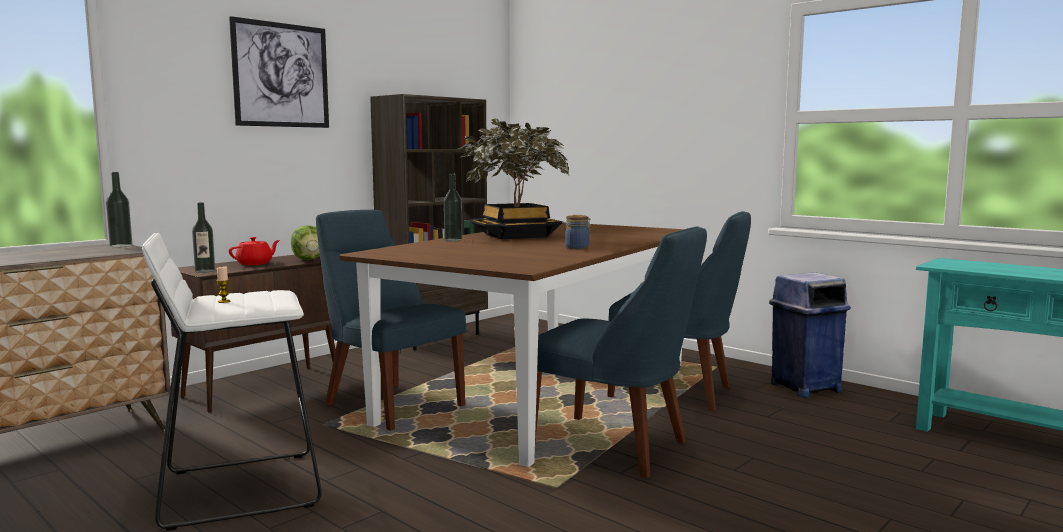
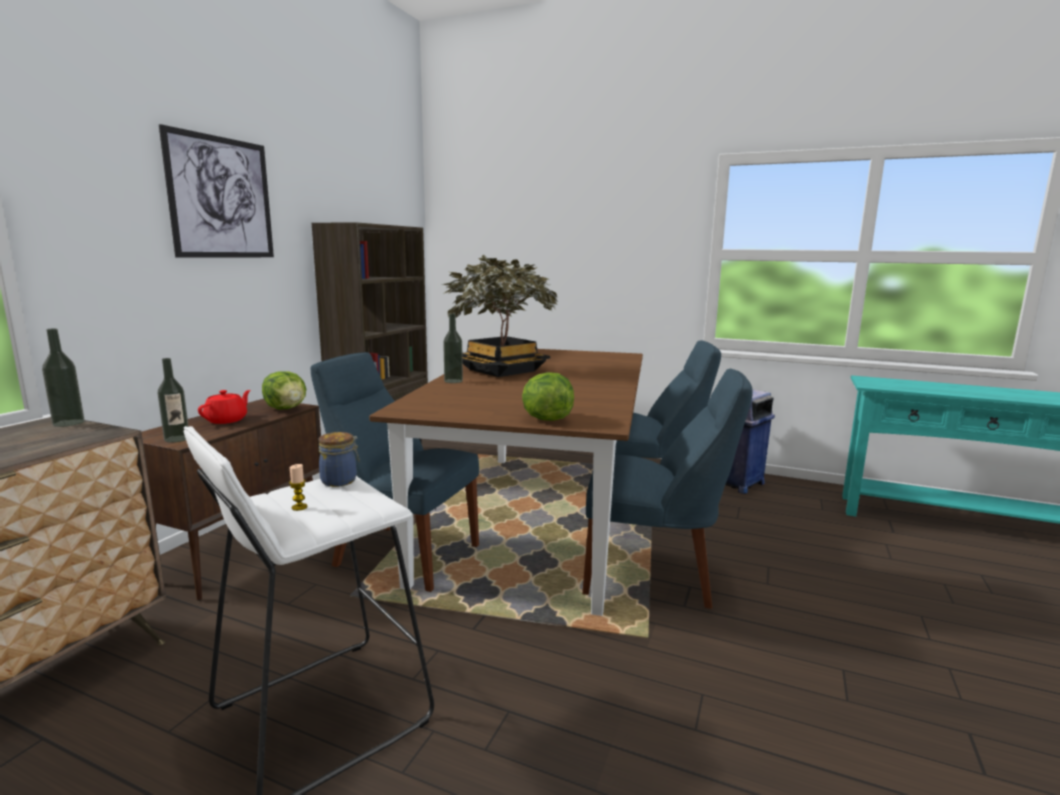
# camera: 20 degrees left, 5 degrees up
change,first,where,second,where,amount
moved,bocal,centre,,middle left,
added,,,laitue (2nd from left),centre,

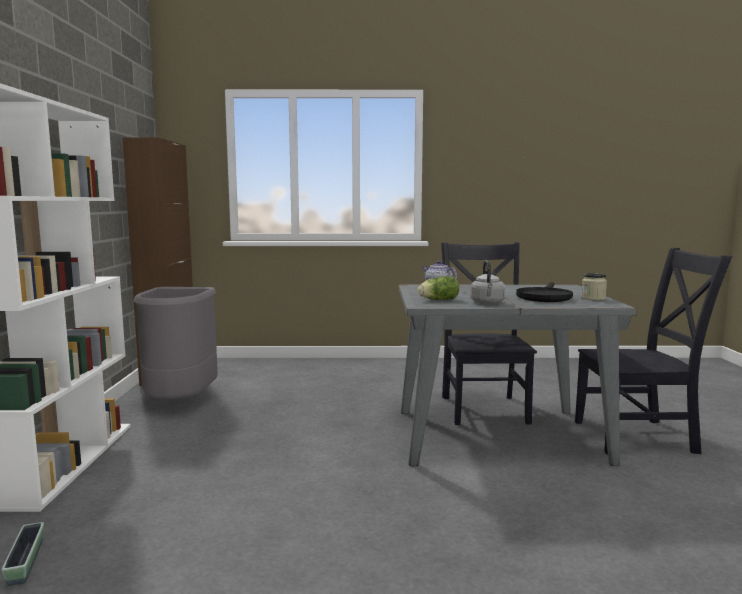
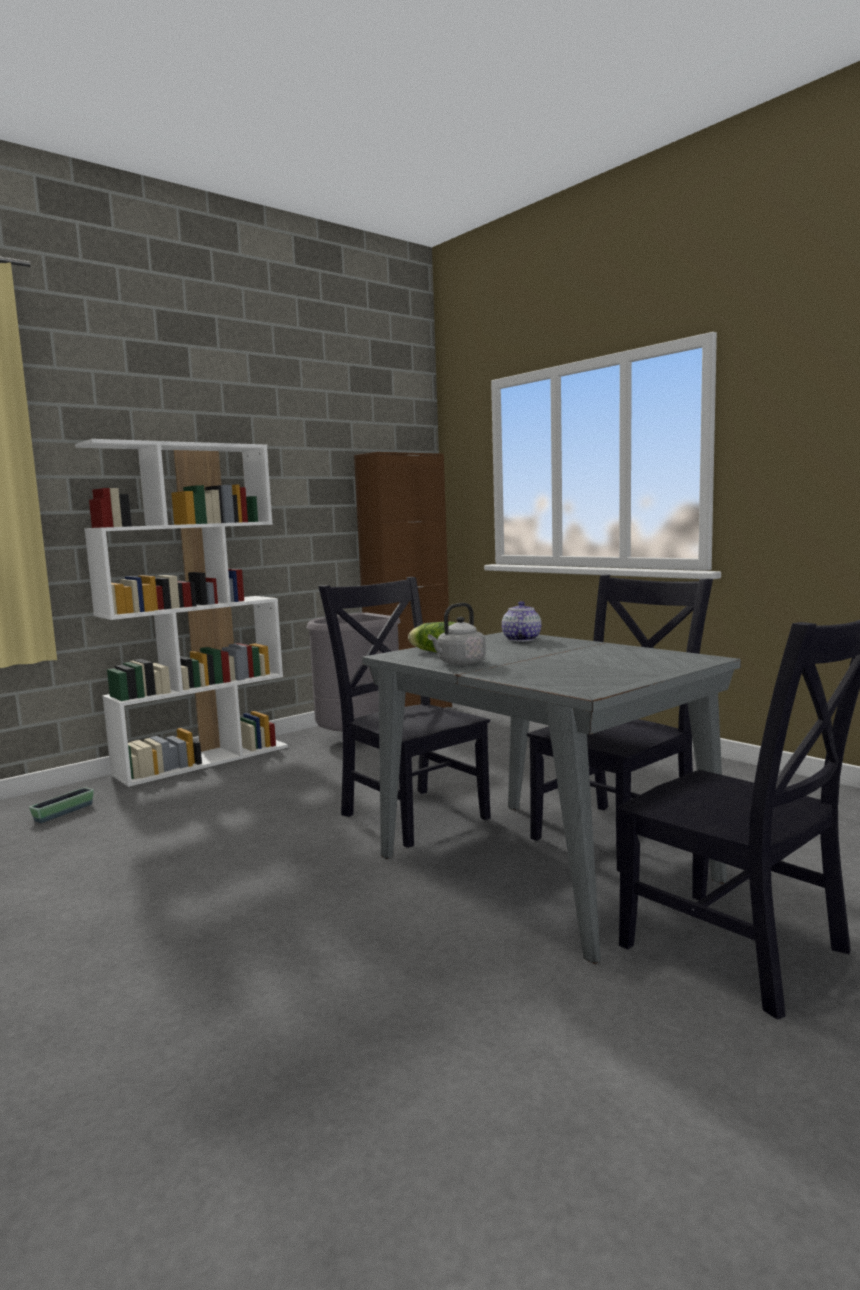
# camera: 50 degrees right, 0 degrees up
change,first,where,second,where,amount
removed,bocal,middle right,,,
removed,poêle (noir),middle right,,,
added,,,chaise (noir) (1st from left),centre,

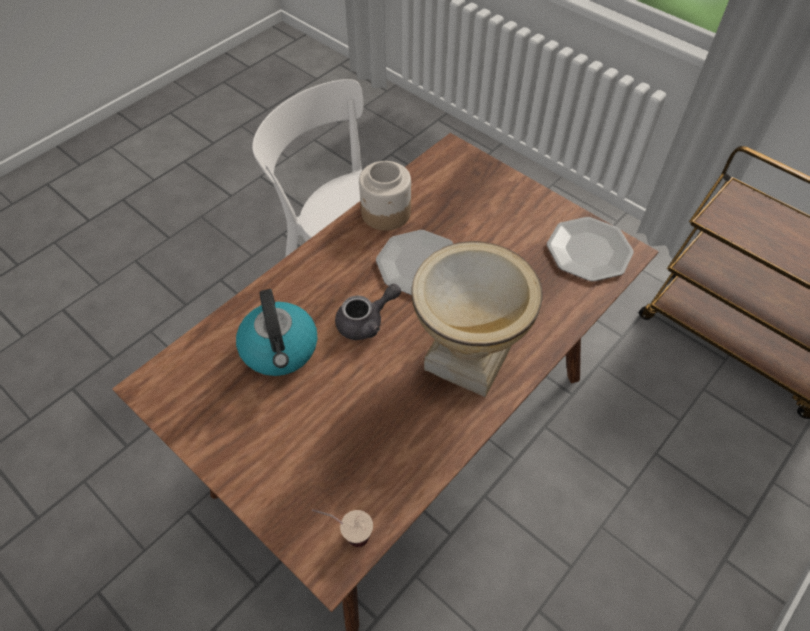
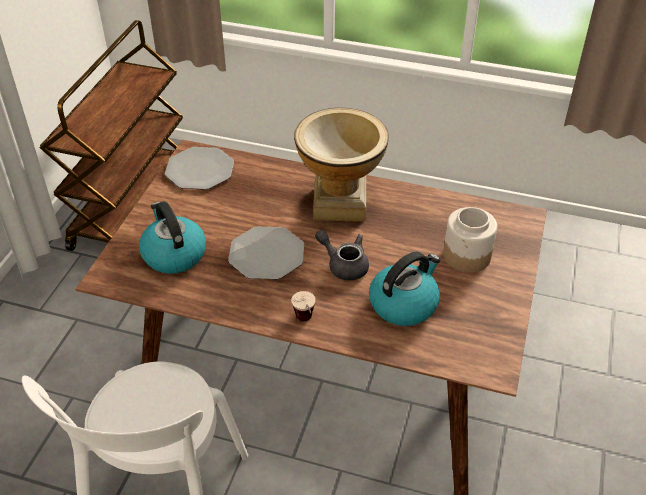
# camera: 115 degrees left, 10 degrees down
change,first,where,second,where,amount
moved,bocal,top centre,,middle right,
moved,tasse,bottom centre,,centre,
added,,,bouilloire (1st from left),middle left,

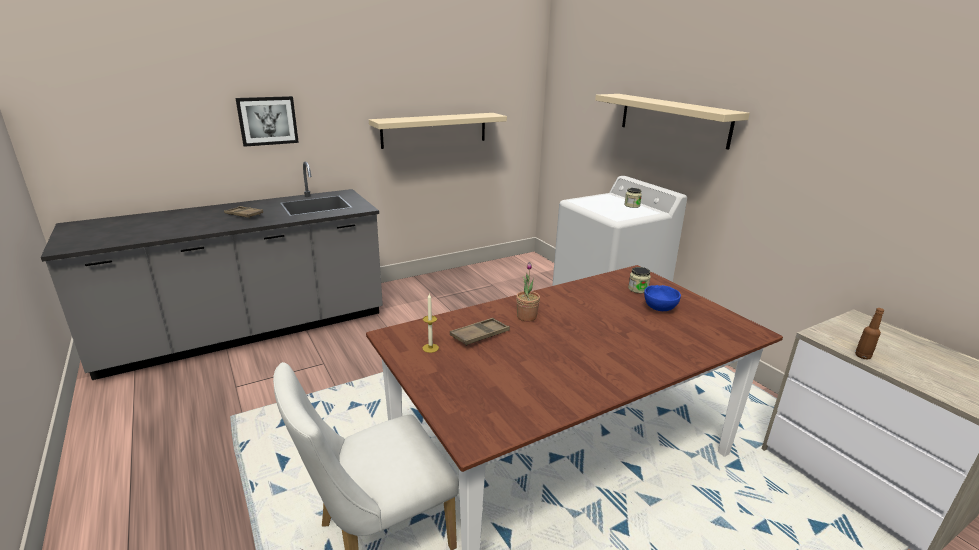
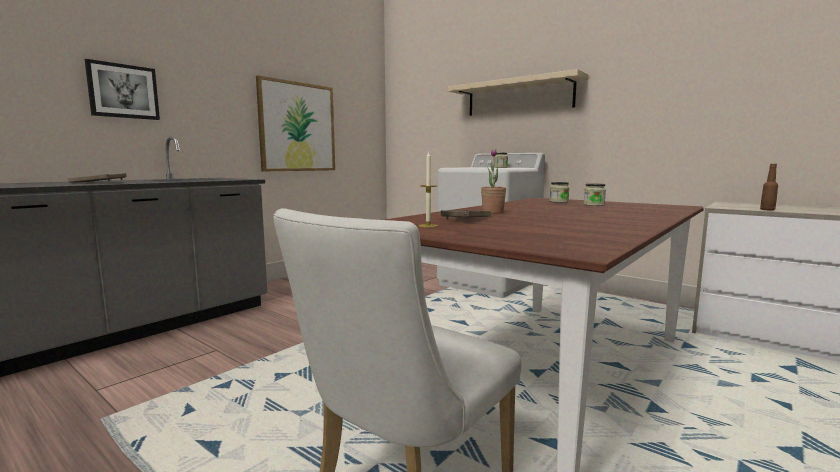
# camera: 20 degrees left, 15 degrees down
change,first,where,second,where,amount
replaced,étagère (beige) (1st from left),top centre,tableau (2nd from left),top centre,
replaced,bol (bleu),middle right,bocal (3rd from left),middle right,

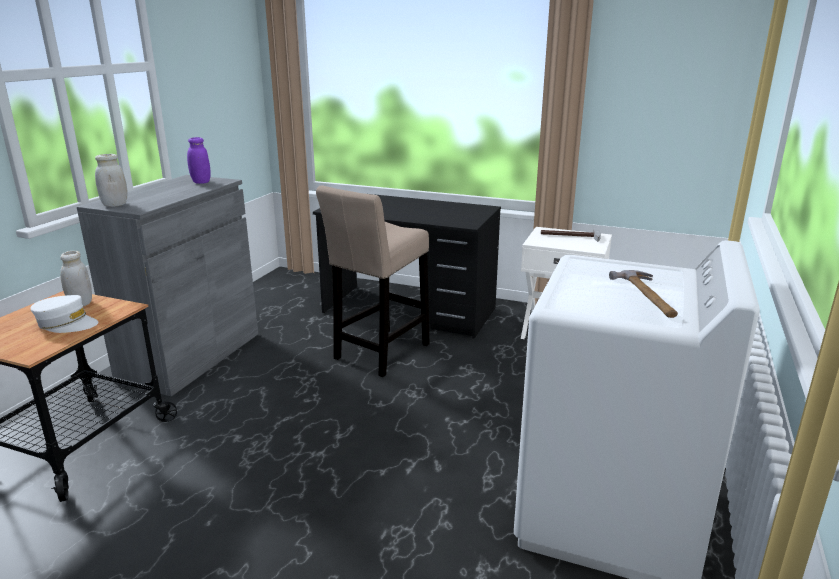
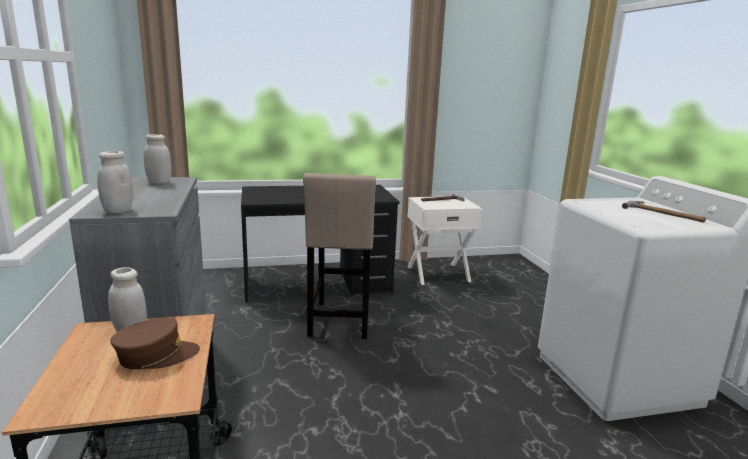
# camera: 35 degrees left, 5 degrees down
change,first,where,second,where,amount
recoloured,bocal (violet),top left,bocal (blanc) (3rd from left),middle left,
recoloured,casquette (blanc),middle left,casquette (marron),bottom left,

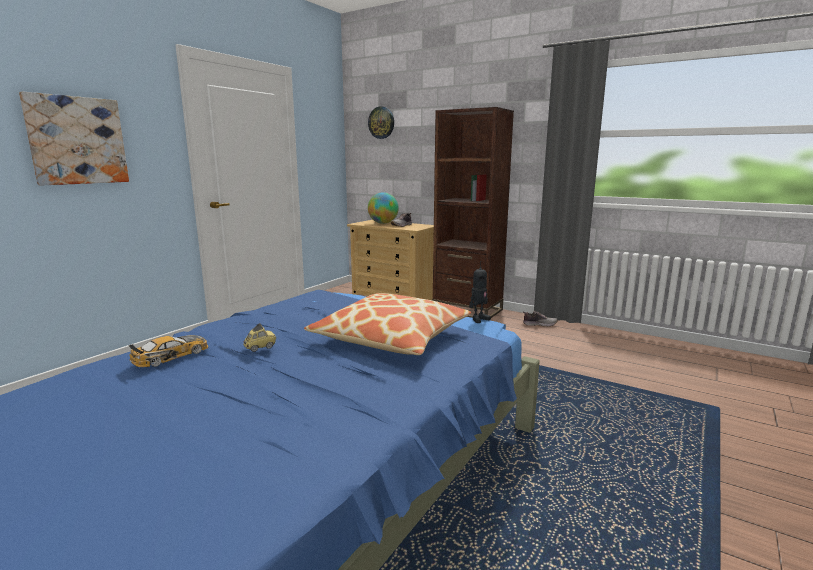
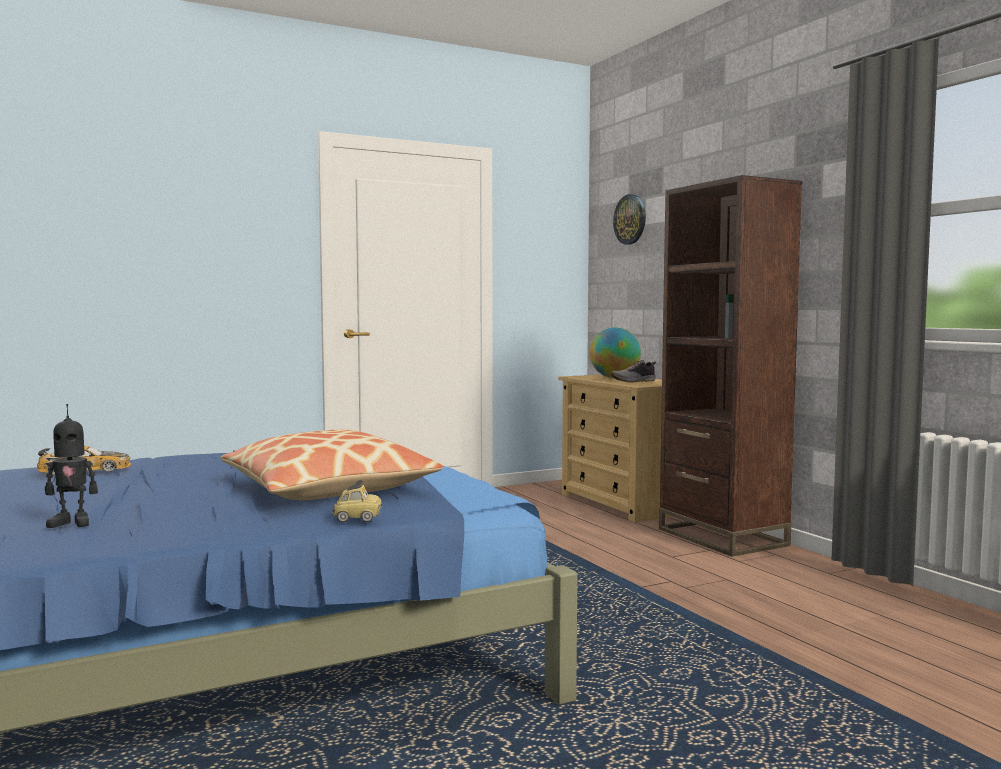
# camera: 30 degrees right, 10 degrees down
change,first,where,second,where,amount
removed,tableau,top left,,,
moved,robot jouet,centre,,middle left,
removed,chaussure (2nd from left),centre,,,
moved,petite voiture (2nd from left),middle left,,centre,

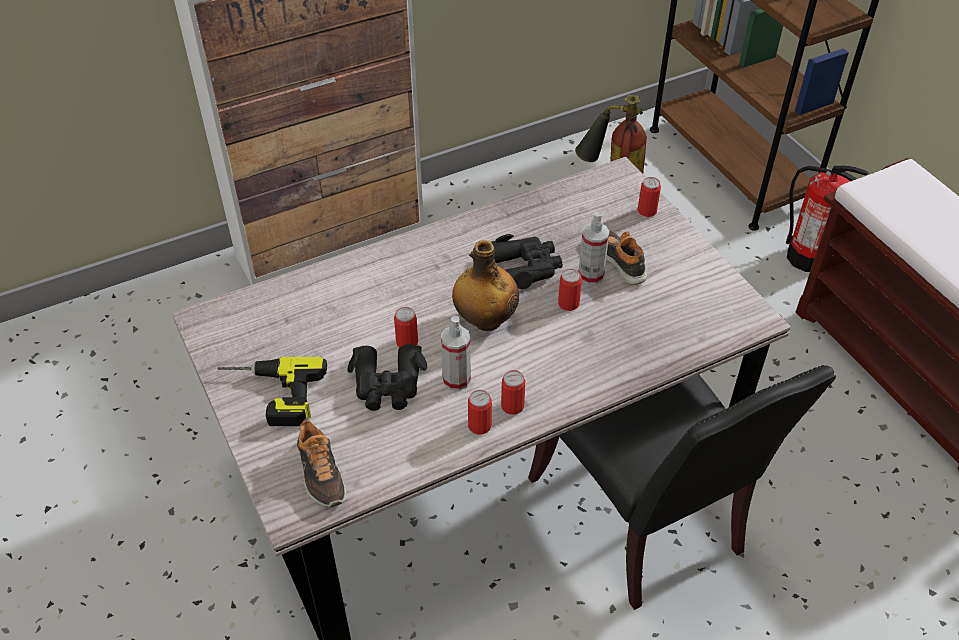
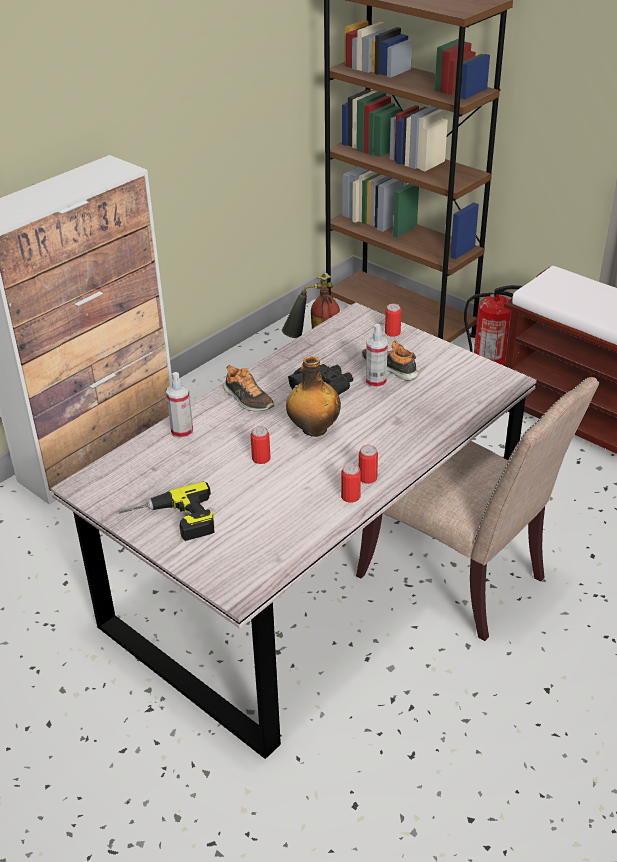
# camera: 20 degrees left, 10 degrees down
change,first,where,second,where,amount
removed,boîte métallique (4th from left),centre,,,
moved,vaporisateur (1st from left),centre,,middle left,
removed,jumelles (noir) (1st from left),centre,,,
recoloured,chaise (noir),bottom right,chaise (beige),middle right,
moved,chaussure (1st from left),bottom centre,,centre,

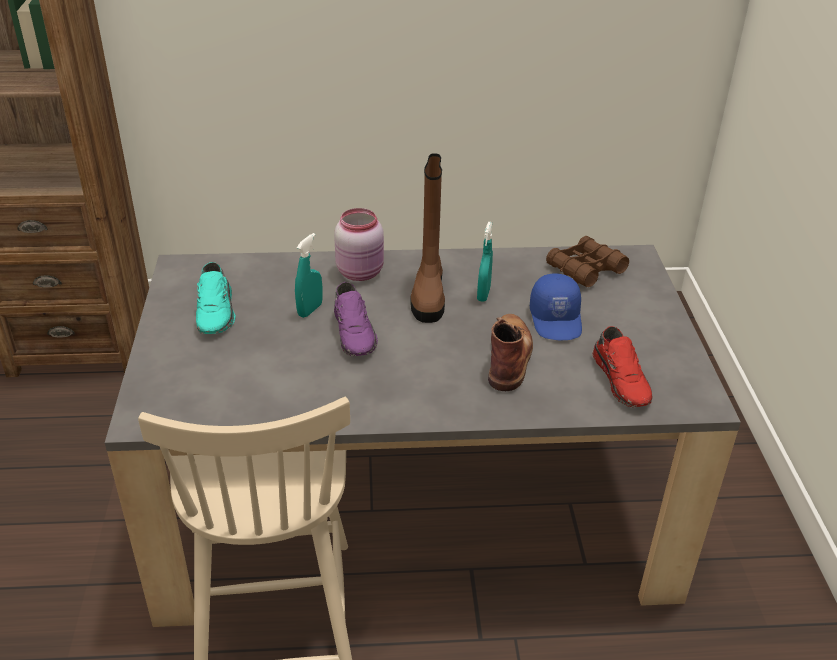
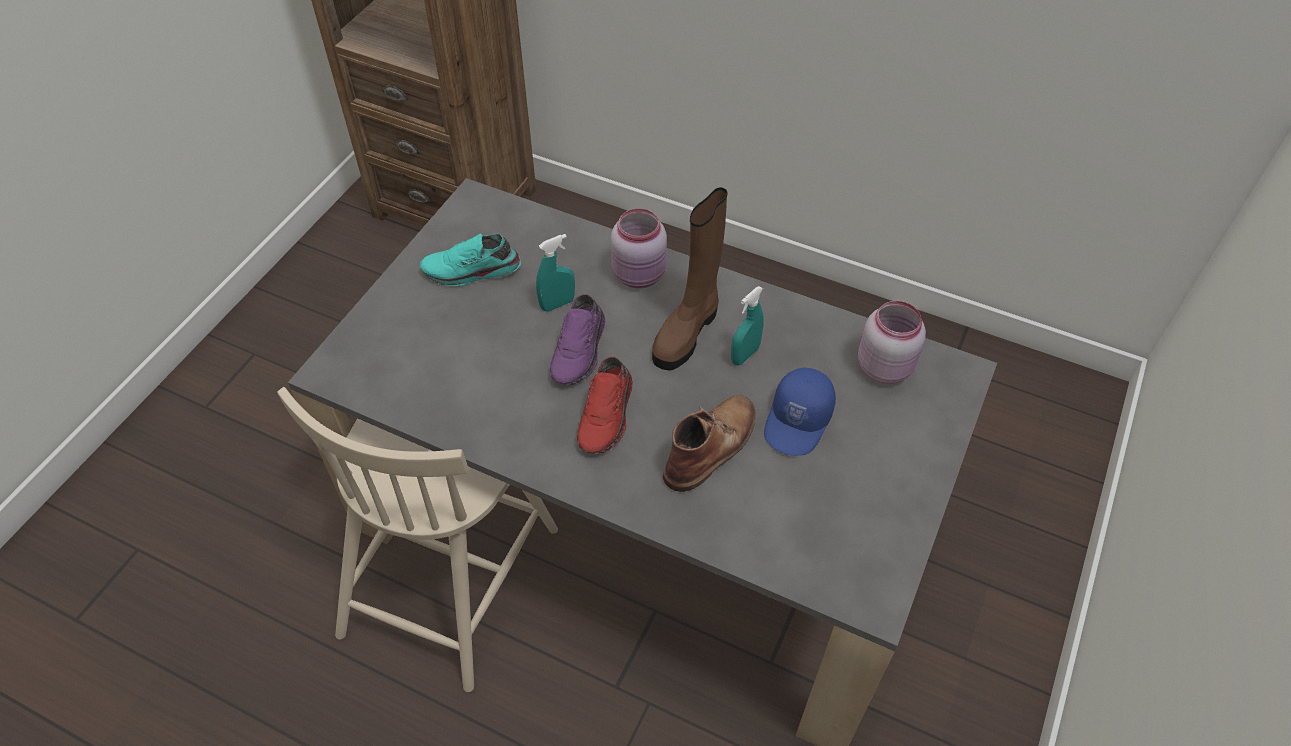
# camera: 30 degrees right, 15 degrees up
change,first,where,second,where,amount
replaced,jumelles (marron),middle right,bocal (rose) (2nd from left),middle right,
turned,chaussure (turquoise),middle left,,centre,60 degrees clockwise
moved,chaussure (rouge),middle right,,centre,

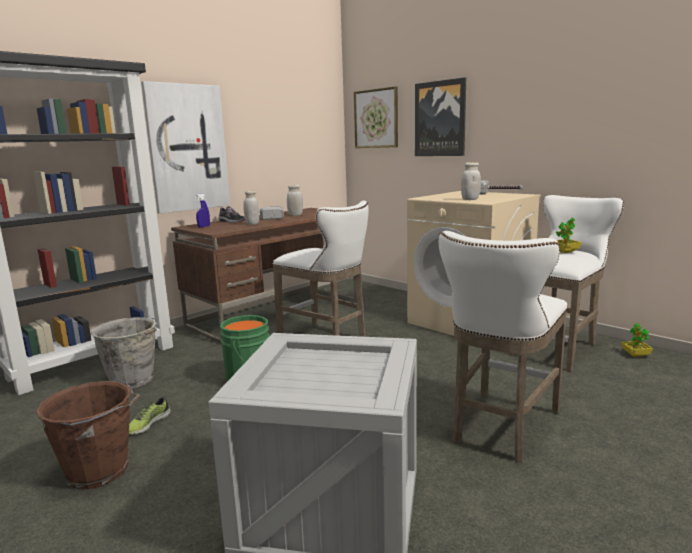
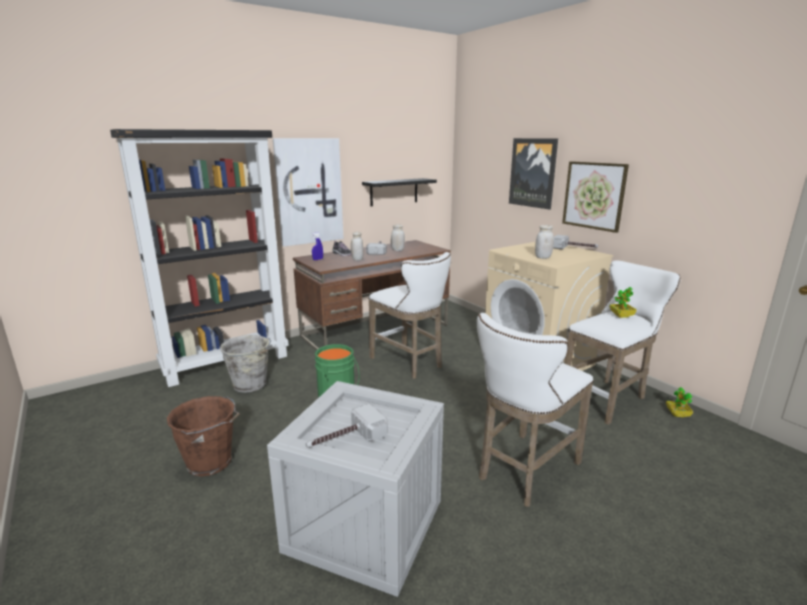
# camera: 10 degrees right, 5 degrees up
change,first,where,second,where,amount
moved,tableau (2nd from left in the first image),top centre,tableau (3rd from left),top right,
removed,chaussure (1st from left),bottom left,,,
added,,,étagère (noir),top centre,
added,,,marteau (1st from left),bottom centre,

